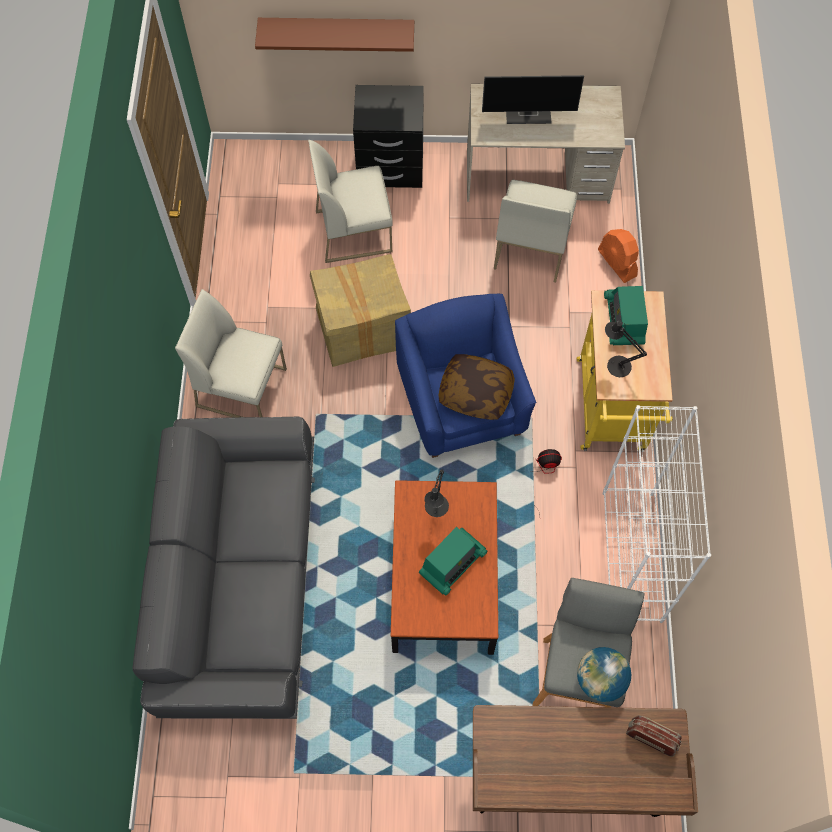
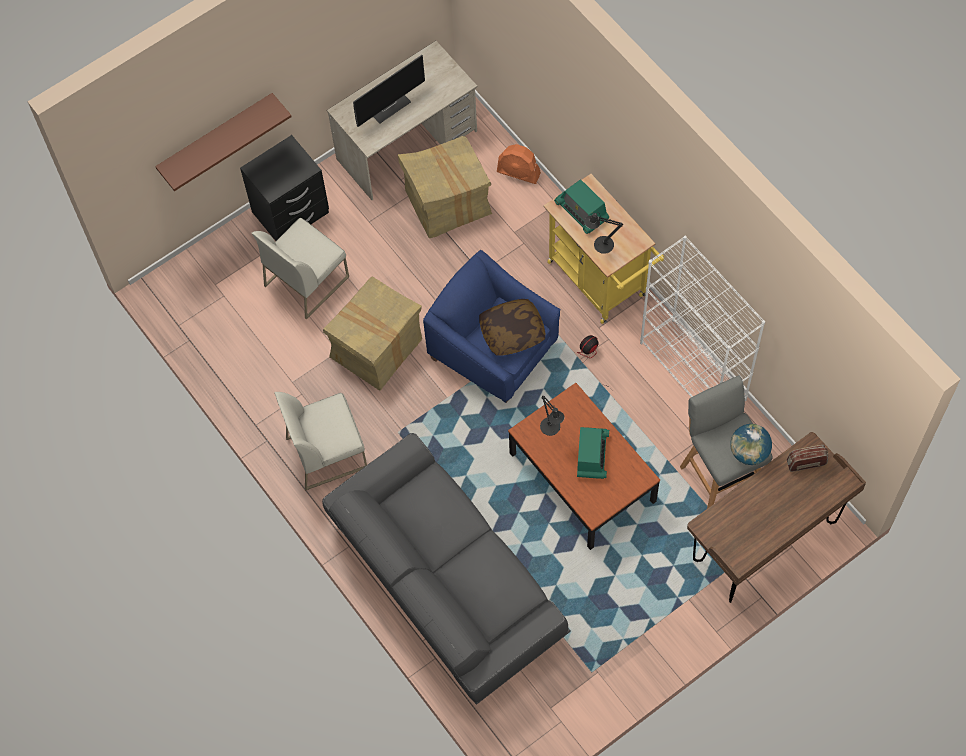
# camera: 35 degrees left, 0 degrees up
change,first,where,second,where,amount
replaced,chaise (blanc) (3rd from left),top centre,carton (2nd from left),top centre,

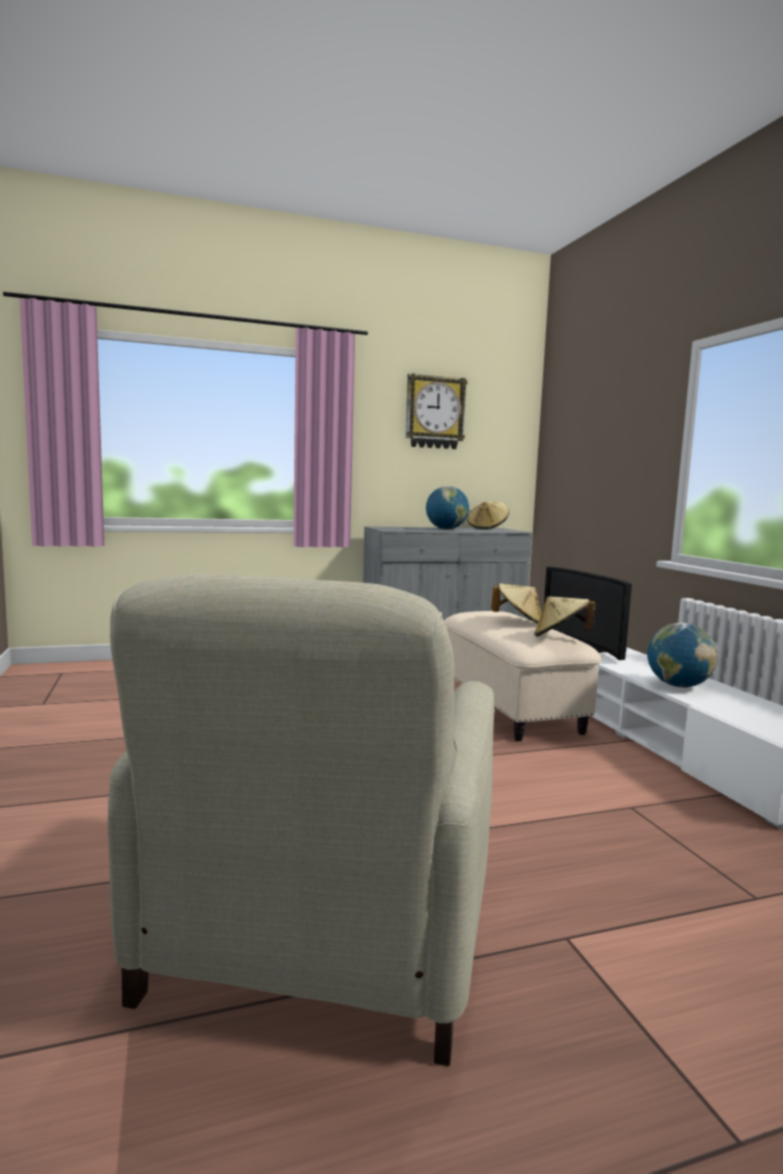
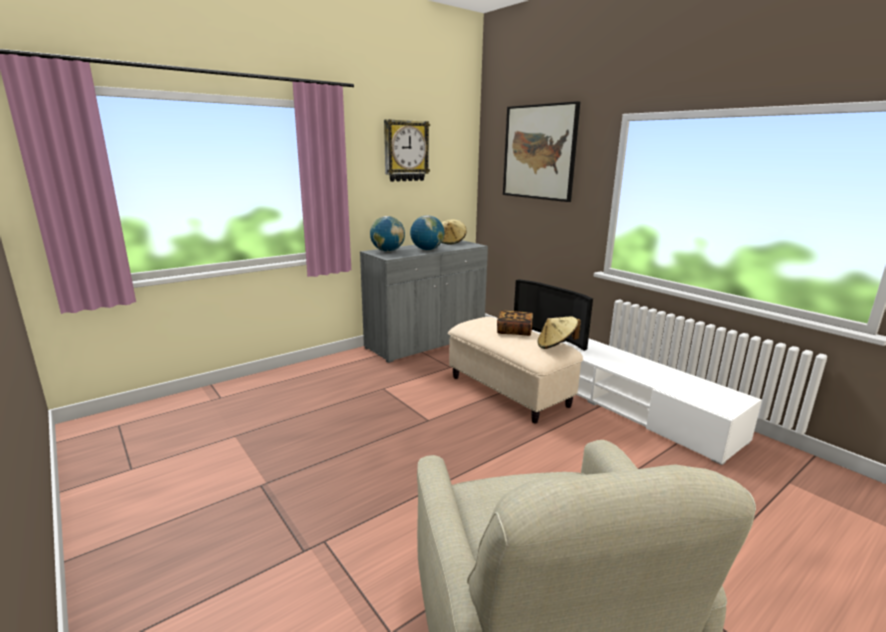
# camera: 20 degrees left, 10 degrees up
change,first,where,second,where,amount
replaced,chapeau (beige) (2nd from left),centre,livre,centre,
moved,globe (2nd from left in the first image),middle right,globe (1st from left),centre,
added,,,tableau,top centre,

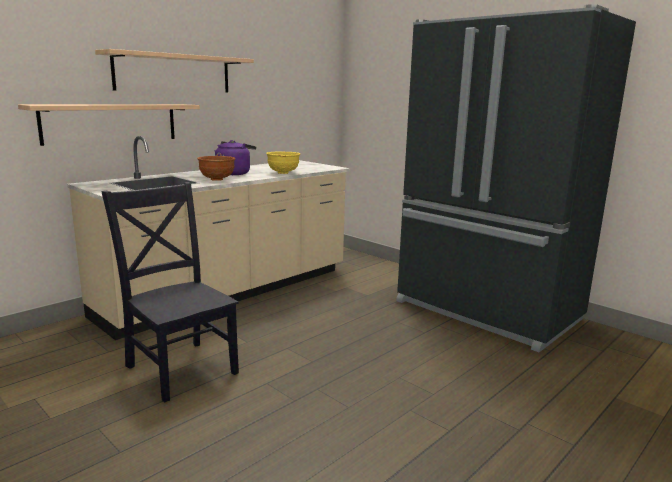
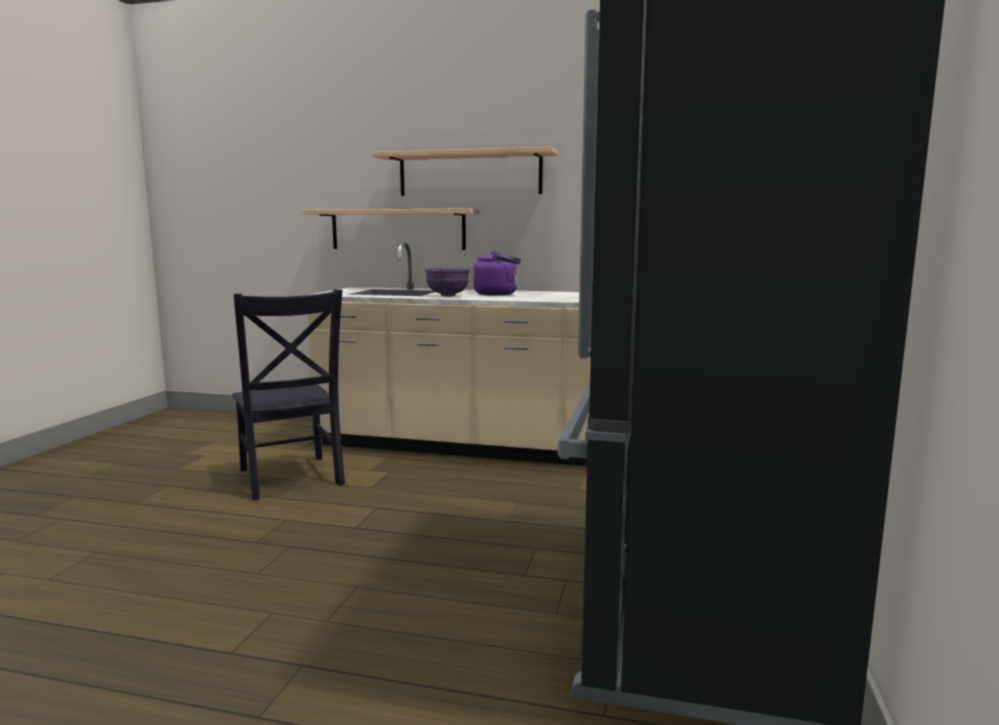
# camera: 60 degrees right, 5 degrees down
change,first,where,second,where,amount
removed,bol (jaune),centre,,,
recoloured,bol (marron),middle left,bol (violet),centre,
turned,chaise (noir),middle left,,middle left,135 degrees clockwise

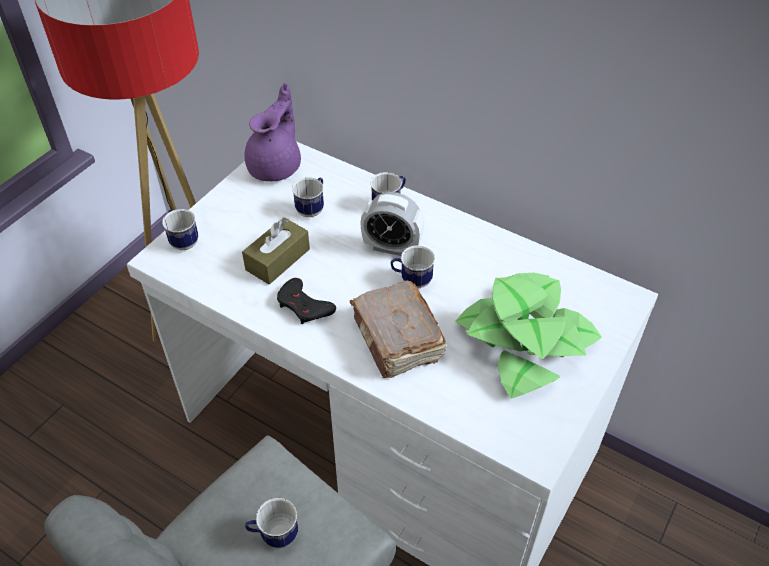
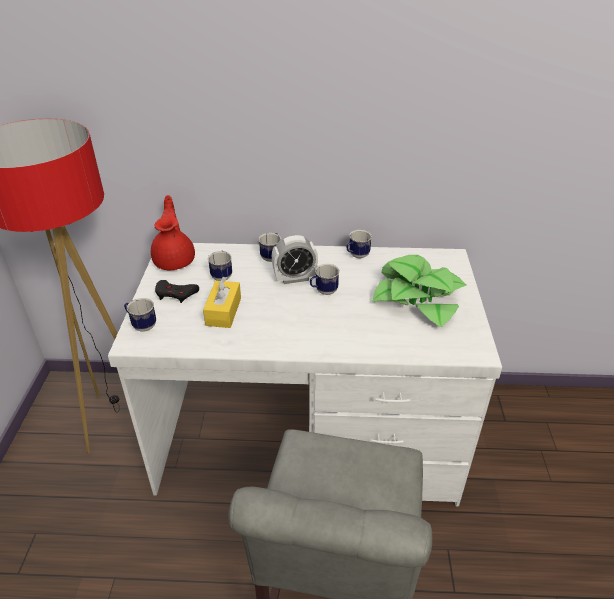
# camera: 30 degrees left, 10 degrees down
change,first,where,second,where,amount
recoloured,théière (violet),top centre,théière (rouge),middle left,
recoloured,boîte à mouchoirs (marron),centre,boîte à mouchoirs (jaune),centre,
moved,manette (noir),centre,,middle left,
removed,livre (marron),centre,,,
moved,mug (2nd from left in the first image),bottom centre,mug (5th from left),centre,

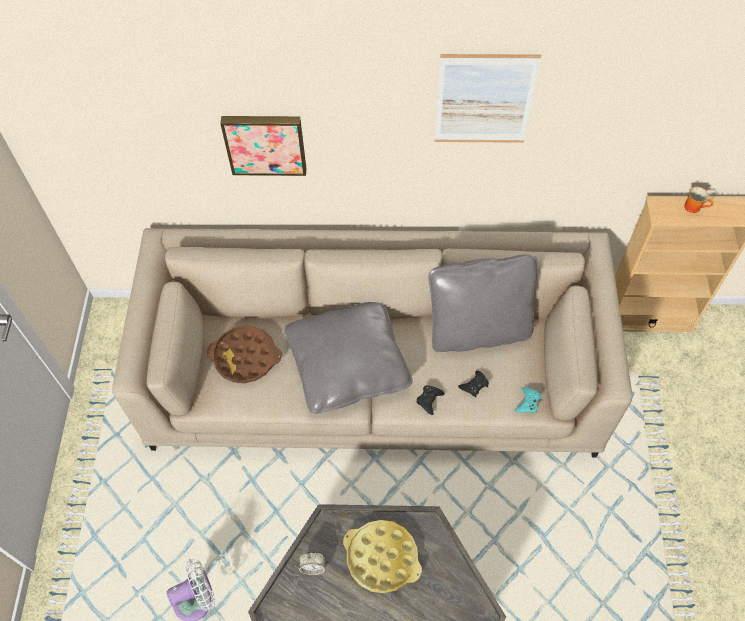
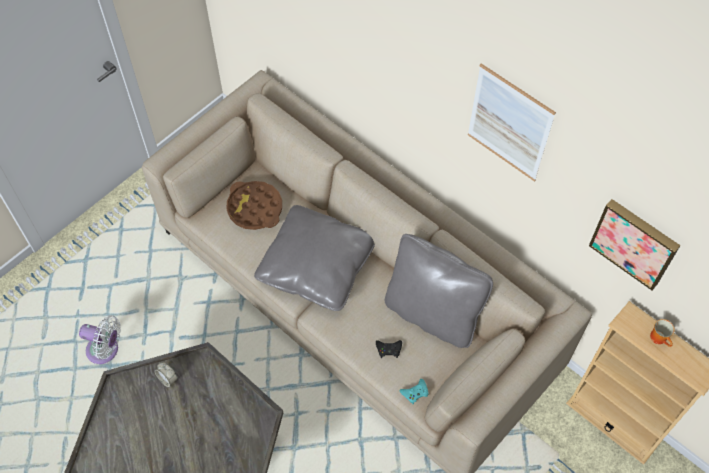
# camera: 40 degrees right, 0 degrees up
change,first,where,second,where,amount
moved,tableau (1st from left in the first image),top centre,tableau (2nd from left),middle right,
removed,manette (noir) (1st from left),centre,,,
removed,plateau (jaune),bottom centre,,,

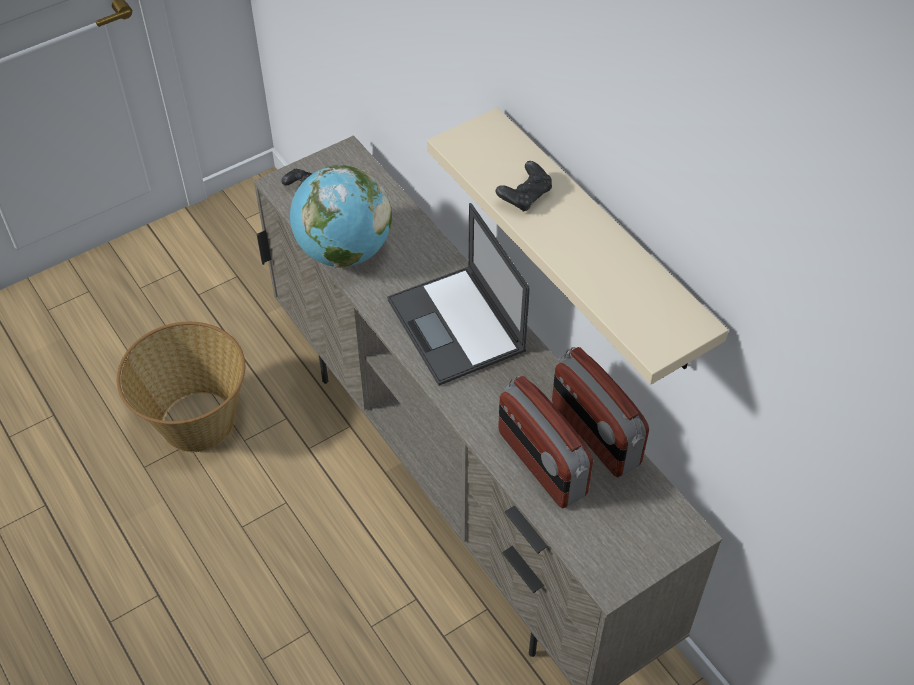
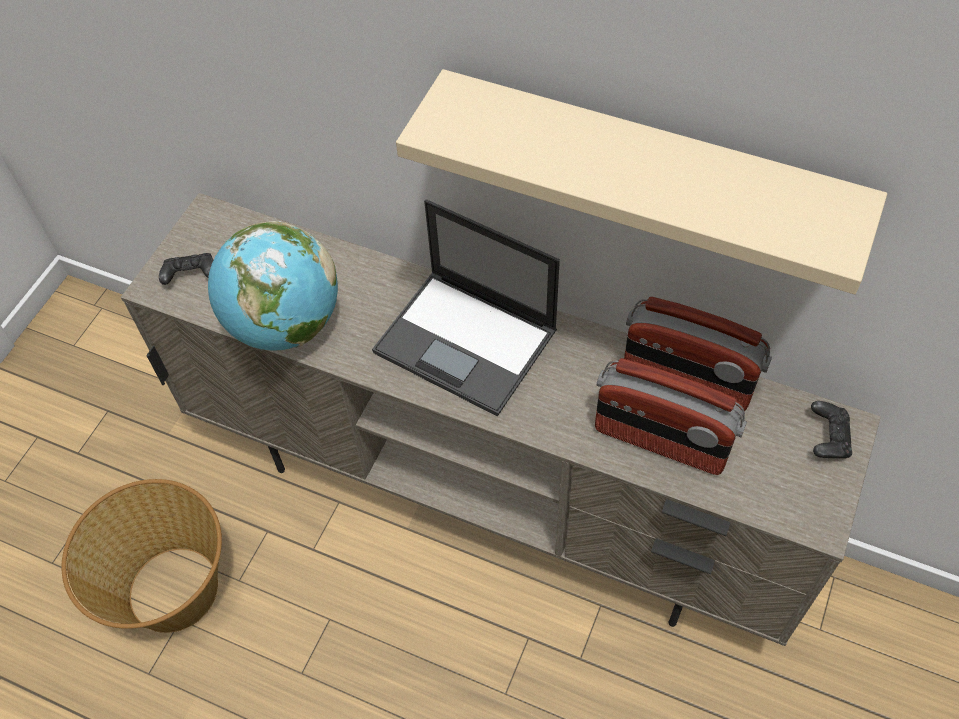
# camera: 30 degrees left, 5 degrees up
change,first,where,second,where,amount
moved,manette (noir) (2nd from left),top centre,,middle right,

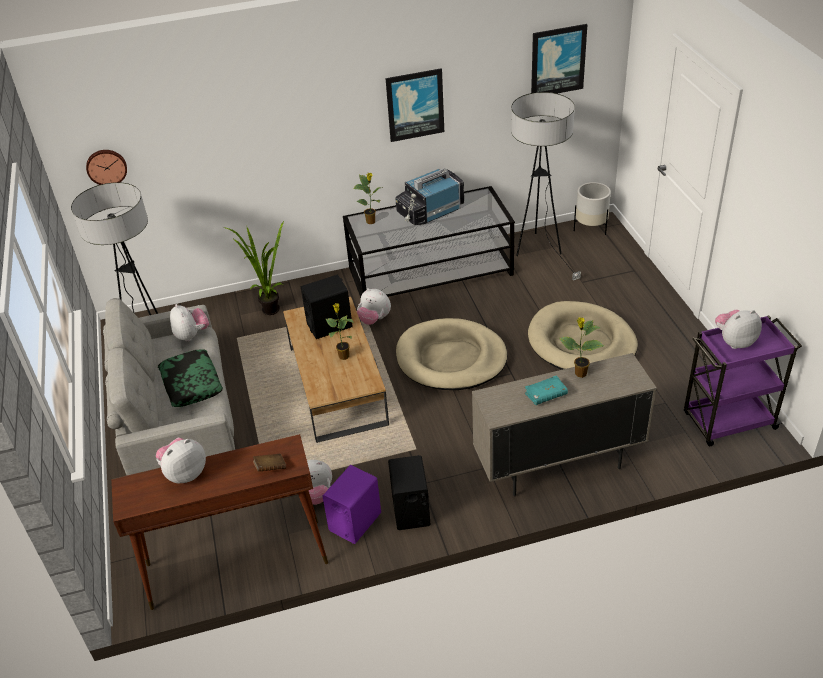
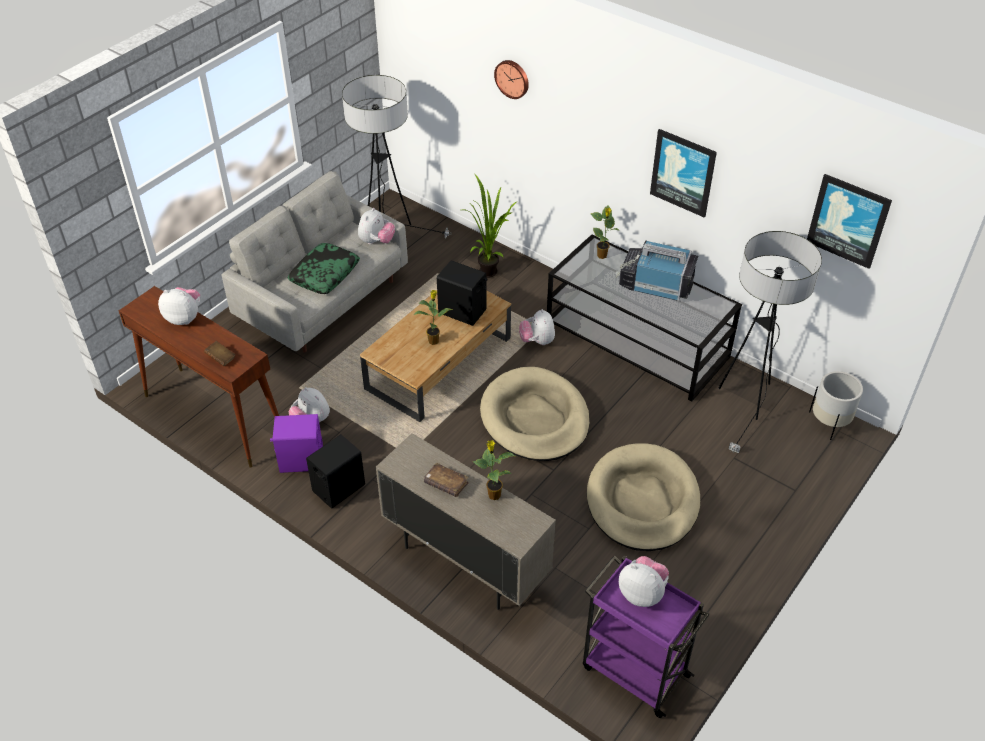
# camera: 50 degrees right, 5 degrees up
change,first,where,second,where,amount
moved,horloge murale,top left,,top centre,
recoloured,livre (turquoise),centre,livre (marron) (2nd from left),centre,

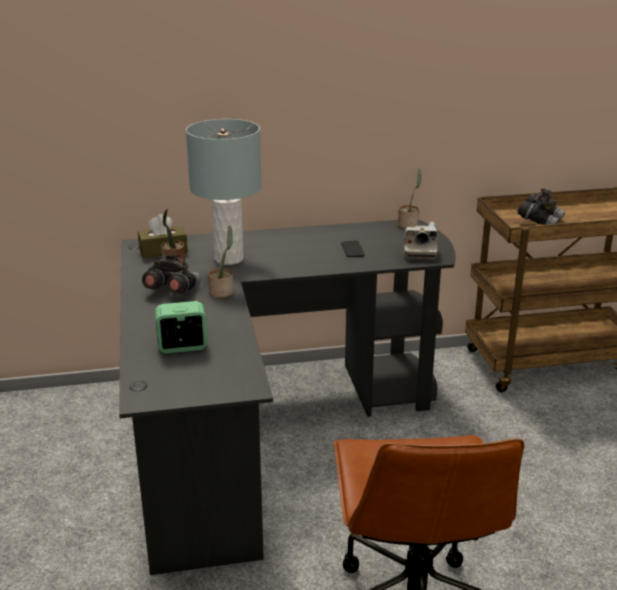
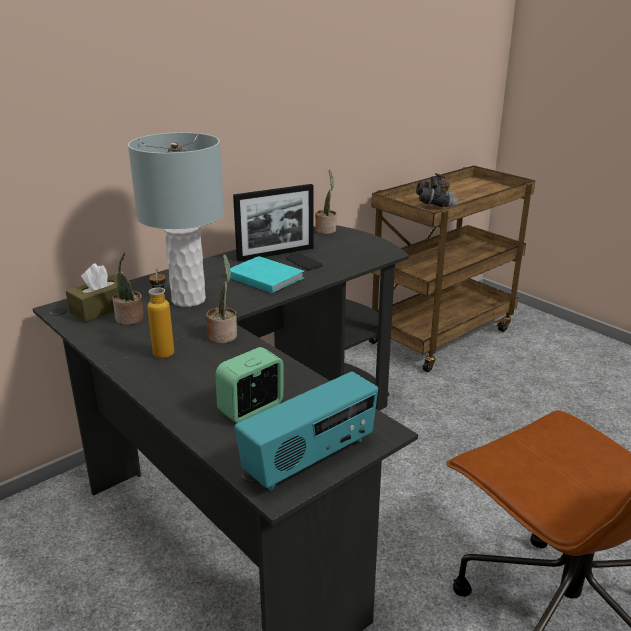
# camera: 30 degrees left, 0 degrees up
change,first,where,second,where,amount
removed,appareil photo,middle right,,,
replaced,jumelles (gris) (1st from left),middle left,bouteille,middle left,
added,,,cadre photo,centre,
added,,,livre (turquoise),centre,
added,,,radio,bottom centre,

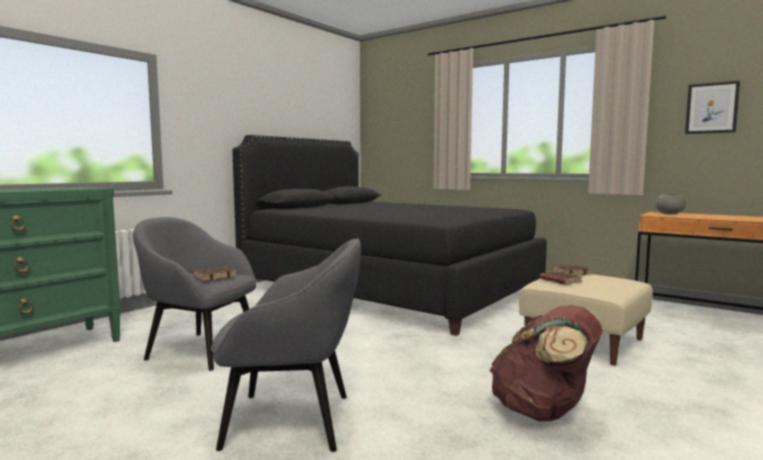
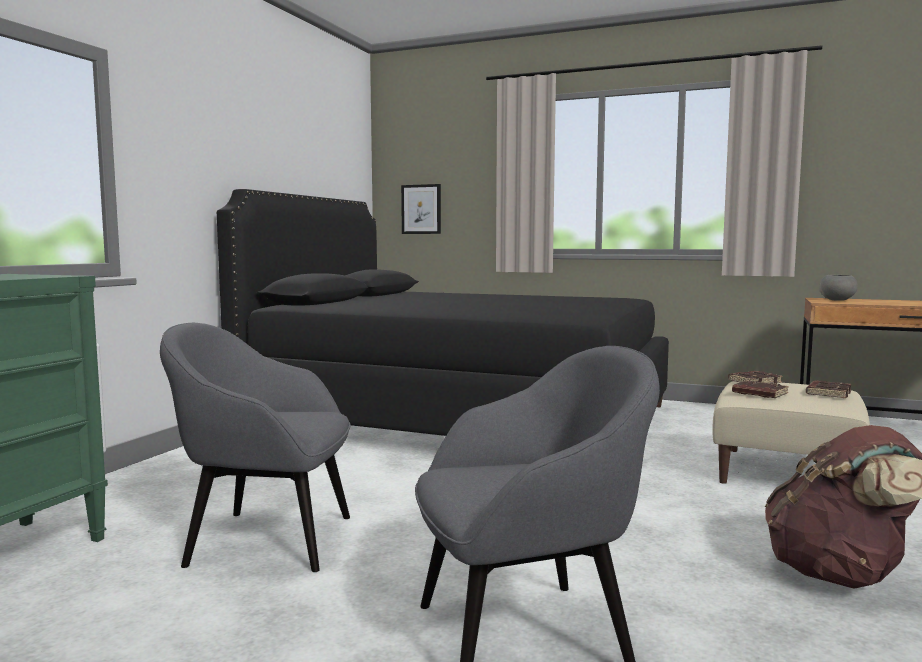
# camera: 15 degrees left, 0 degrees up
change,first,where,second,where,amount
moved,tableau,top right,,top centre,
moved,livre (marron) (1st from left in the first image),middle left,livre (marron) (3rd from left),middle right,

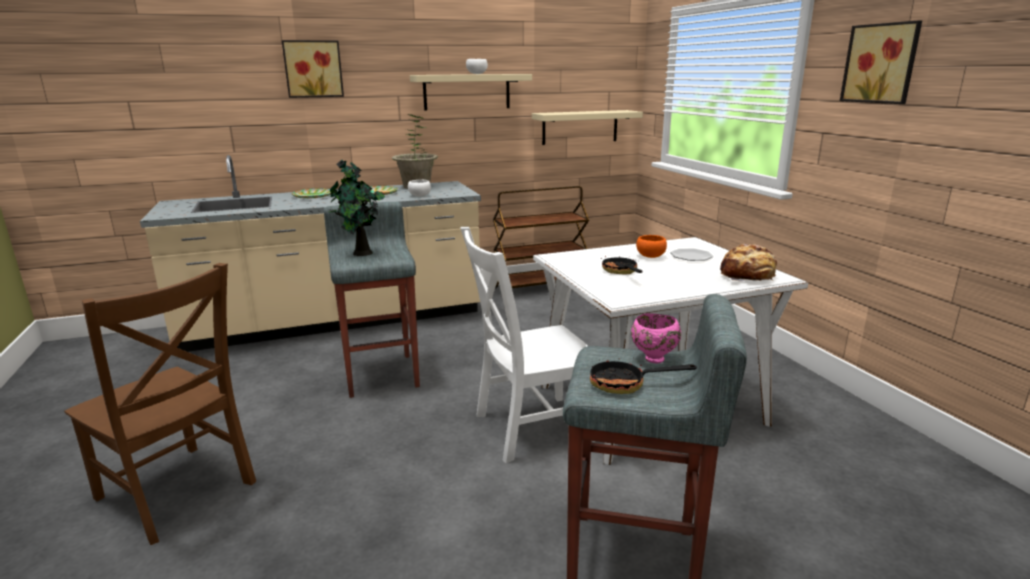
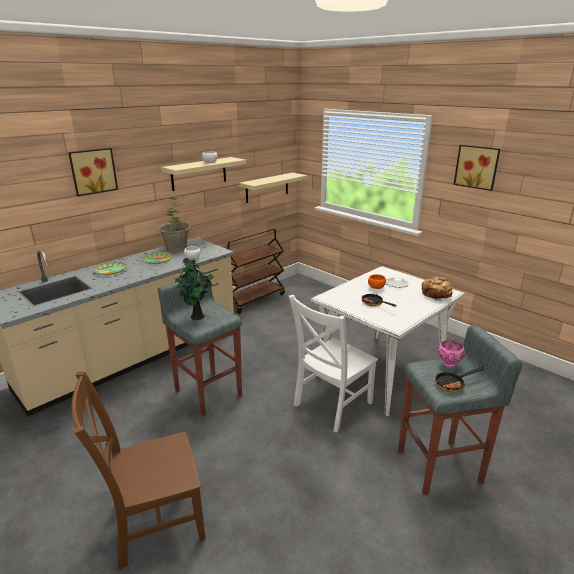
# camera: 25 degrees left, 5 degrees up
change,first,where,second,where,amount
turned,chaise (marron),bottom left,,bottom left,150 degrees clockwise

